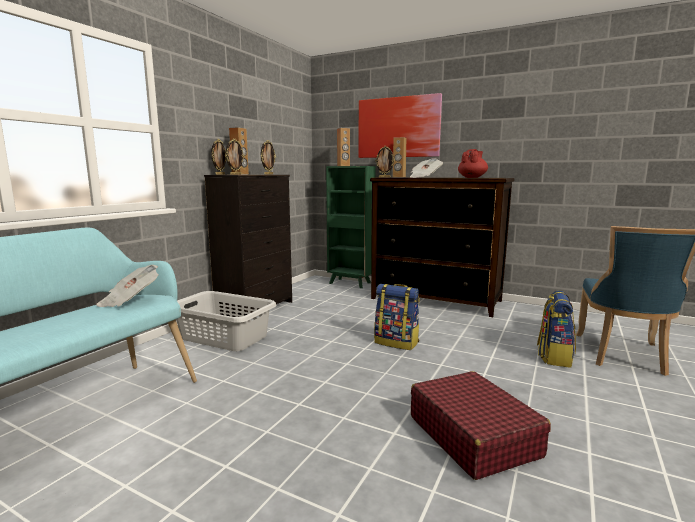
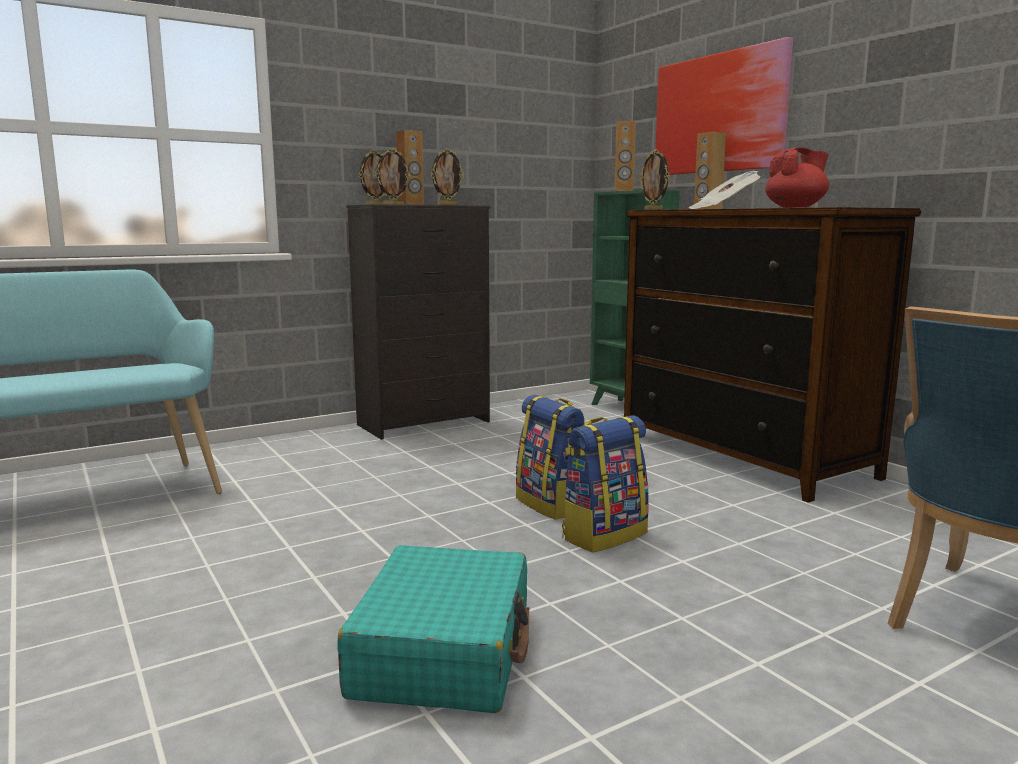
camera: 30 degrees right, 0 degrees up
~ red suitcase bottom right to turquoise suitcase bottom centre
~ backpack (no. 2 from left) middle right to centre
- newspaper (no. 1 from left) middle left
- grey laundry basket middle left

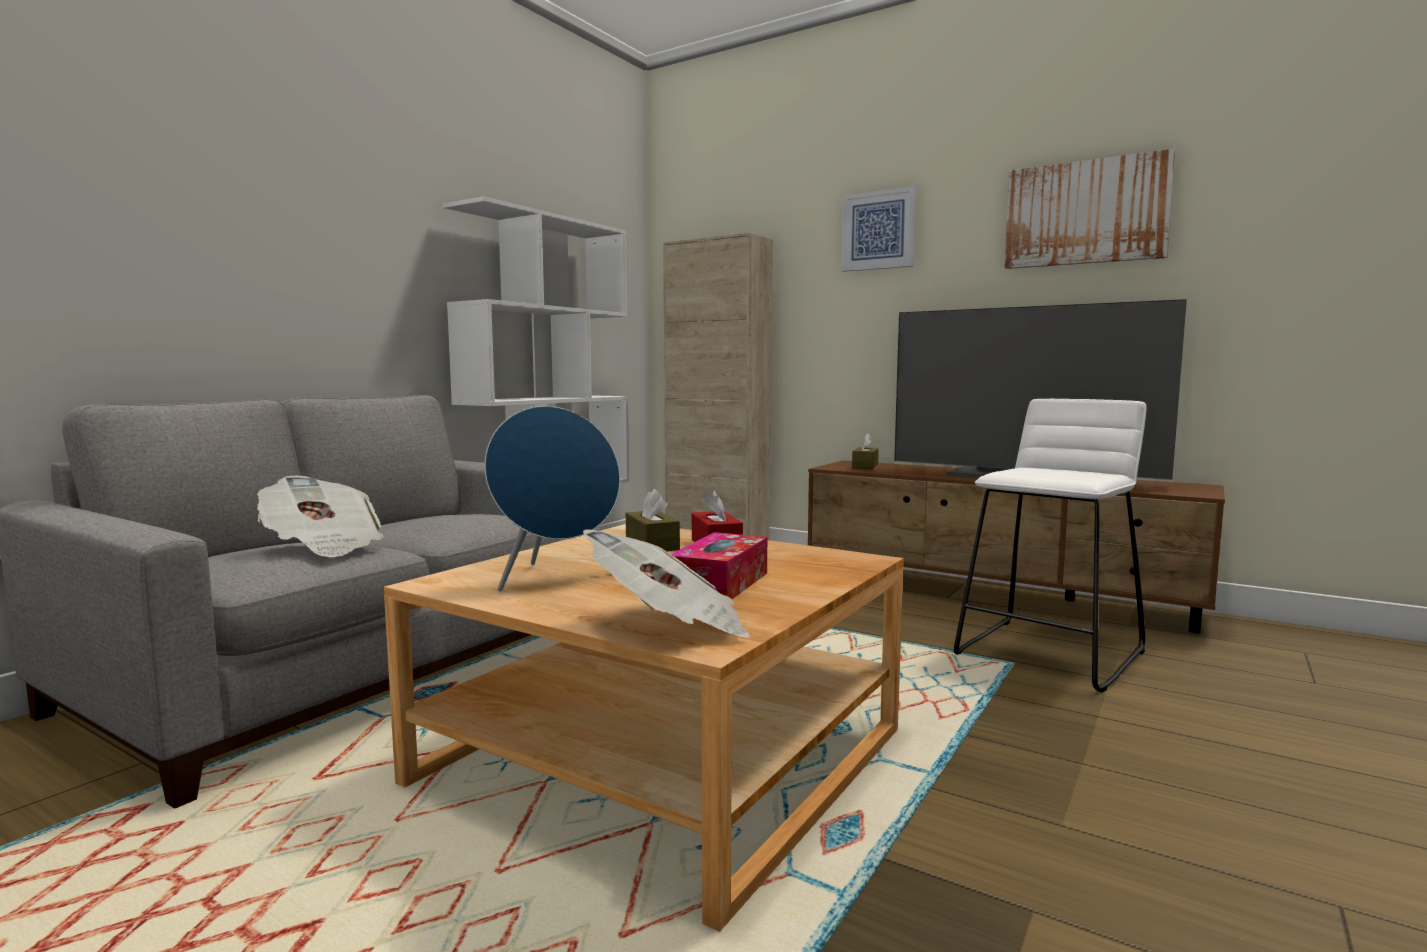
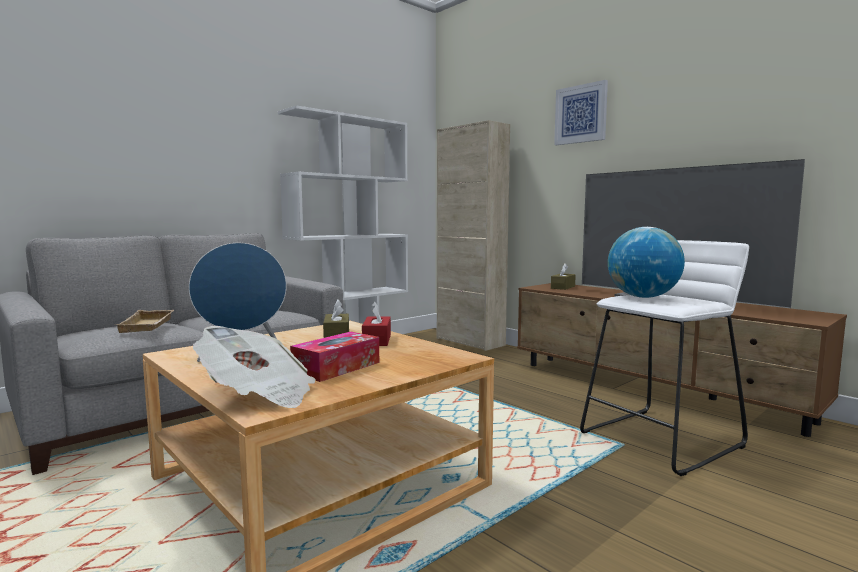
camera: 15 degrees right, 0 degrees up
~ newspaper (no. 1 from left) middle left to beige tray middle left
+ globe middle right
- picture (no. 2 from left) top right

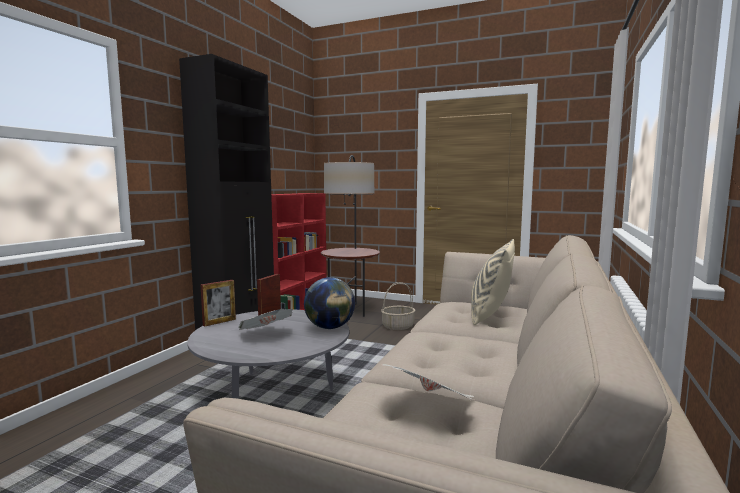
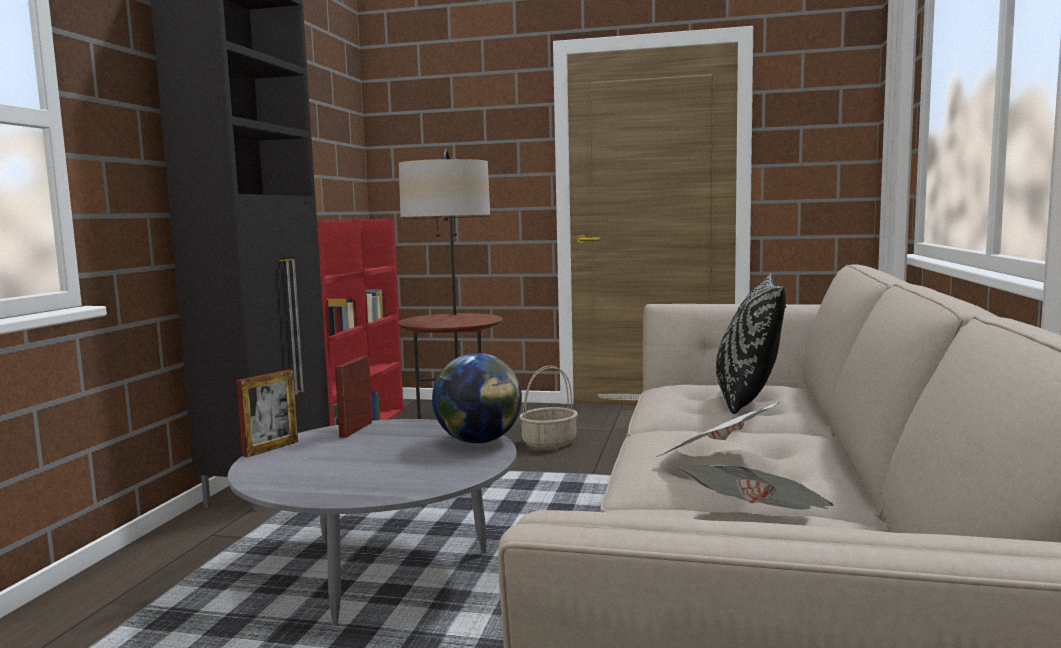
camera: 10 degrees left, 0 degrees up
~ newspaper (no. 1 from left) centre to middle right
~ beige pillow centre to black pillow middle right

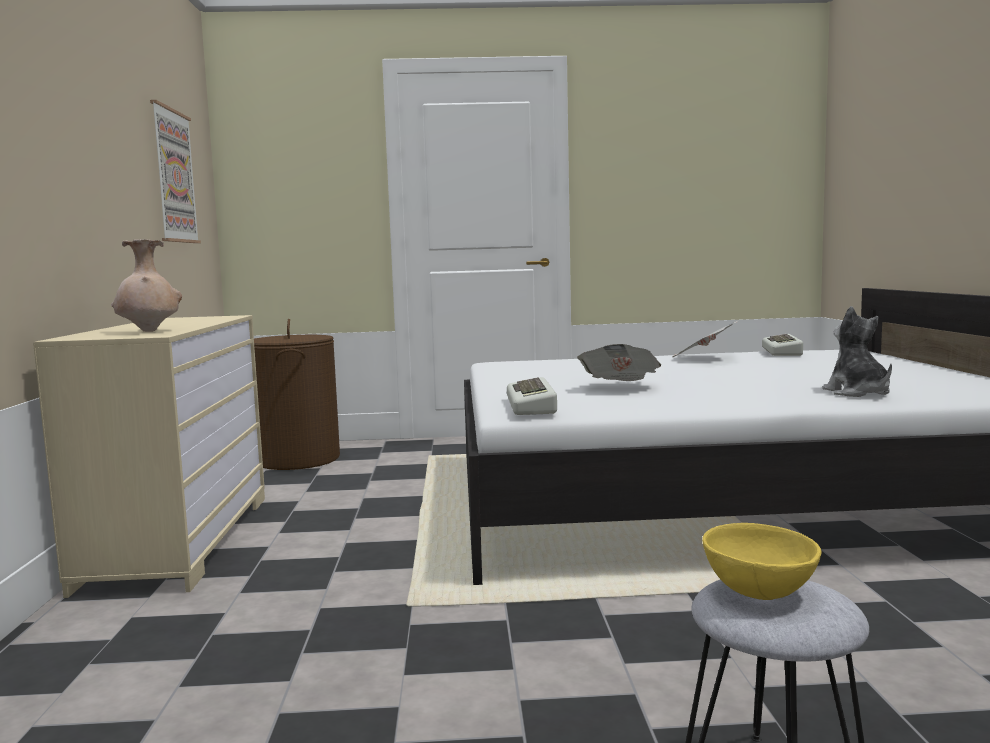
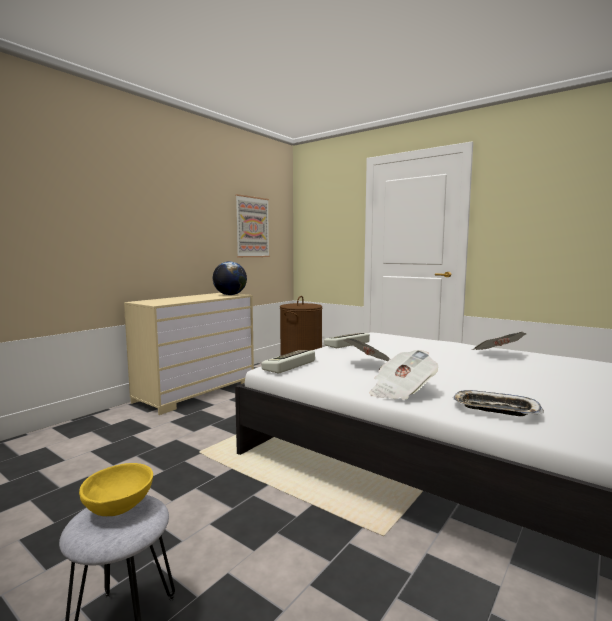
camera: 40 degrees right, 0 degrees up
+ globe centre
~ keyboard (no. 2 from left) middle right to centre
+ newspaper (no. 2 from left) centre
~ plush toy middle right to tray middle right
- beige vase middle left

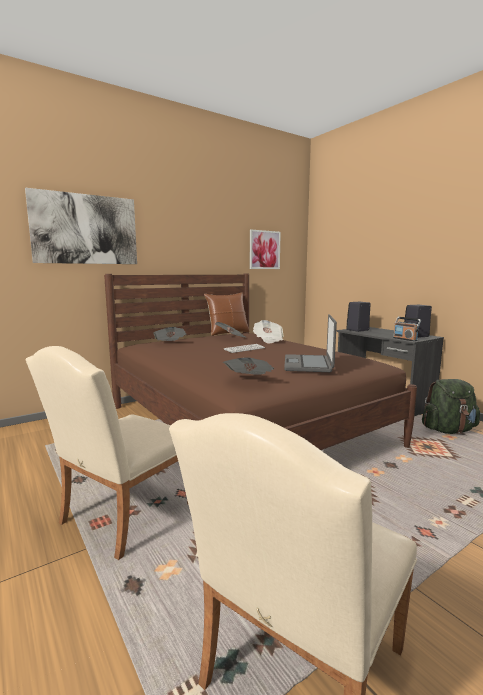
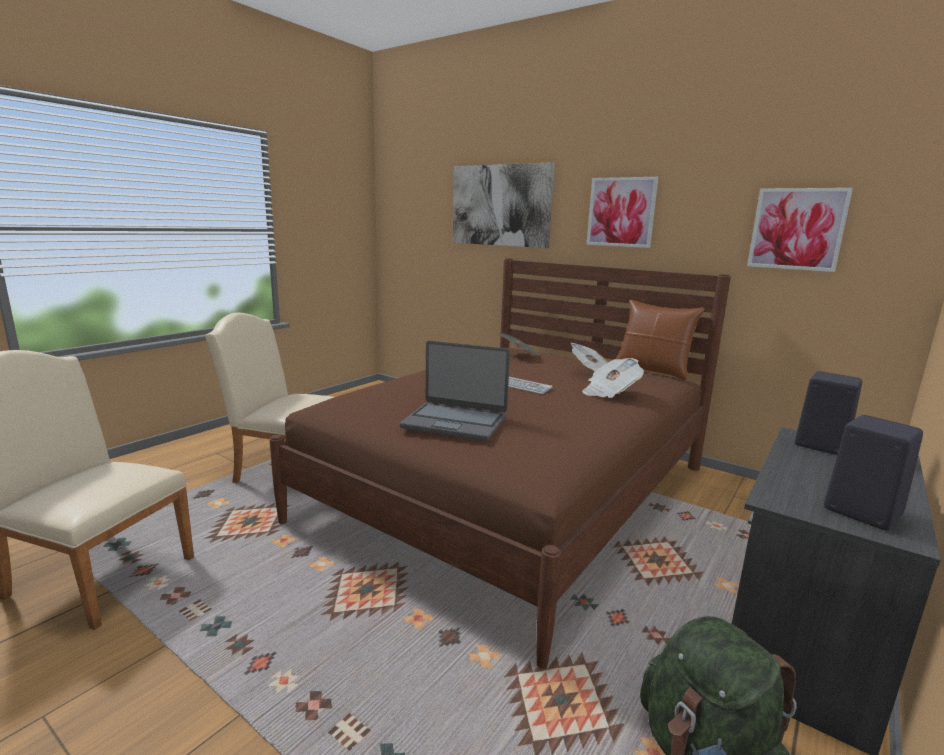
camera: 70 degrees right, 5 degrees up
~ laptop centre = centre 150 degrees counterclockwise
+ picture (no. 2 from left) top centre
- newspaper (no. 3 from left) centre
- radio middle right

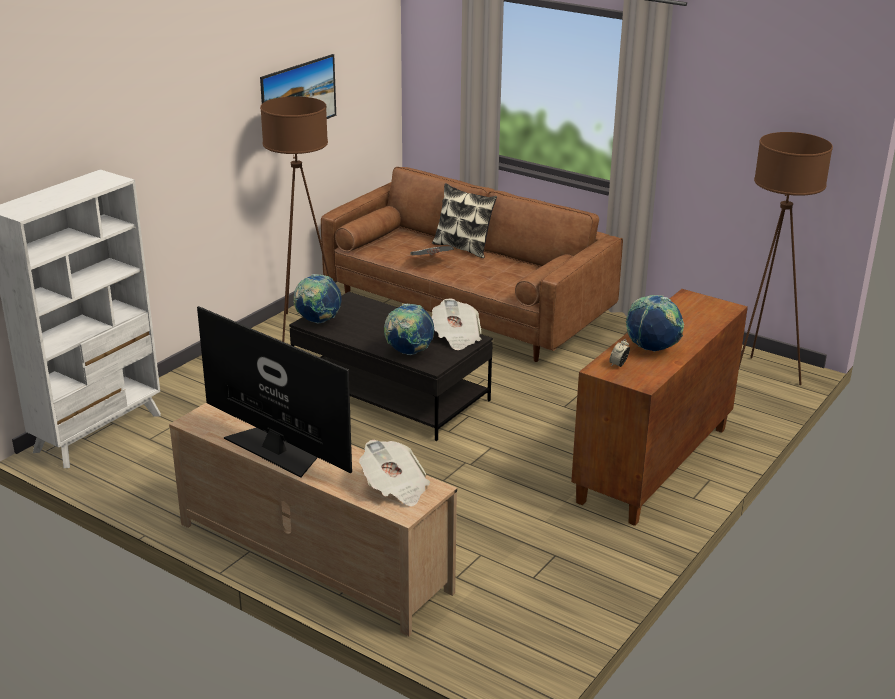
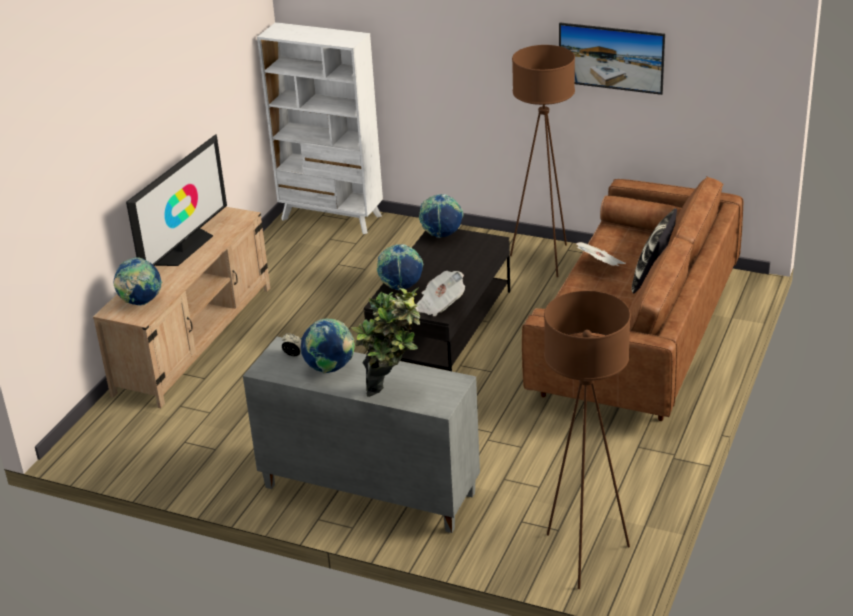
camera: 80 degrees right, 5 degrees up
~ newspaper (no. 1 from left) bottom centre to globe (no. 1 from left) middle left
~ brown cabinet middle right to grey cabinet bottom centre
+ potted plant centre

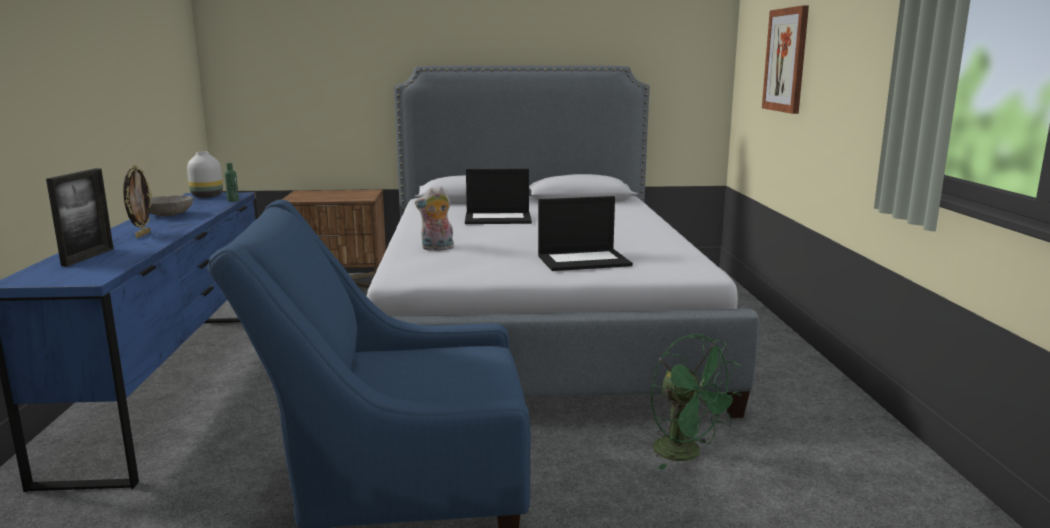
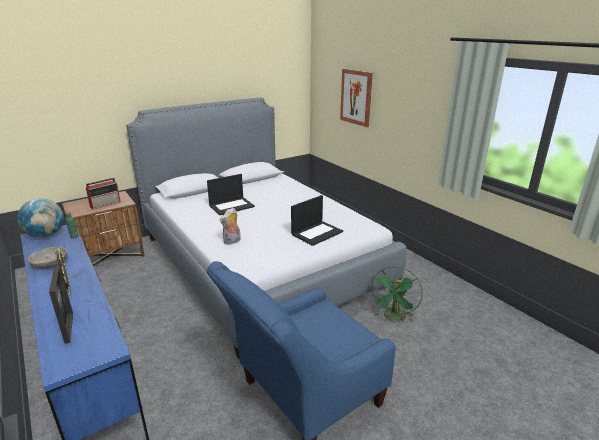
camera: 30 degrees left, 10 degrees up
~ white vase top left to globe middle left
+ radio middle left
~ green fan bottom centre = bottom centre 90 degrees clockwise

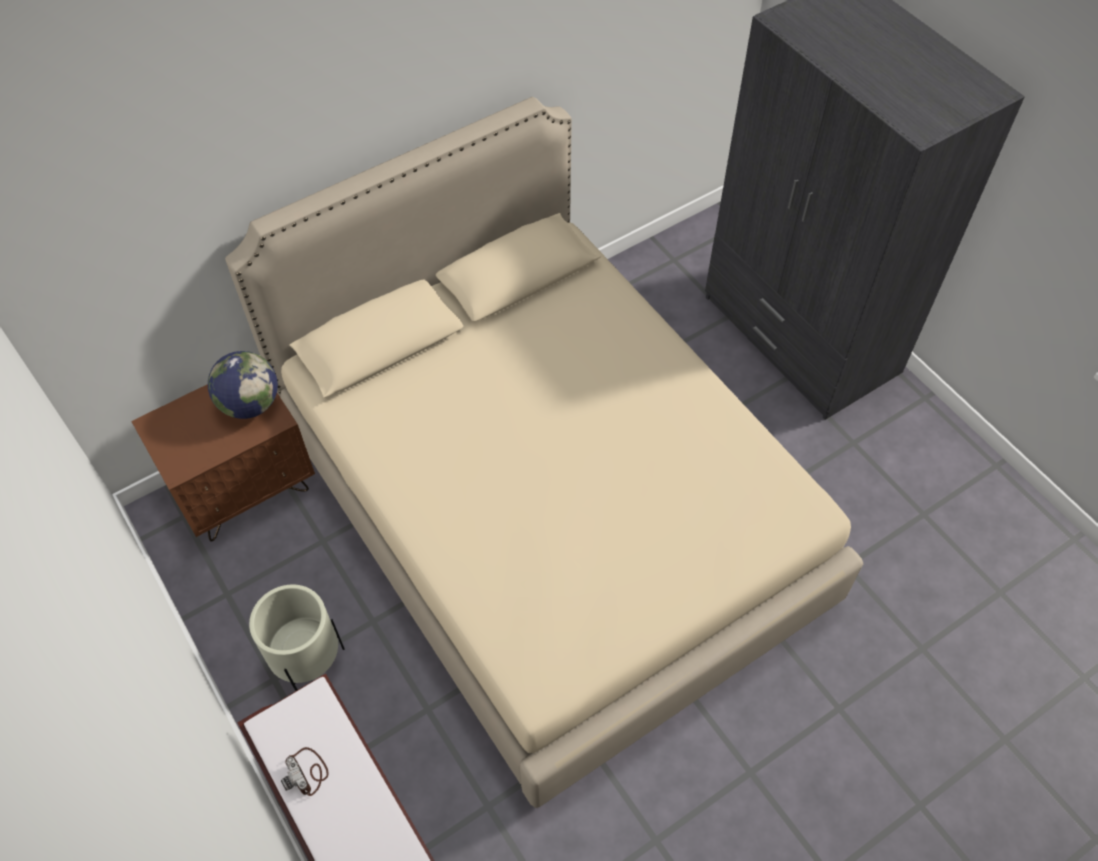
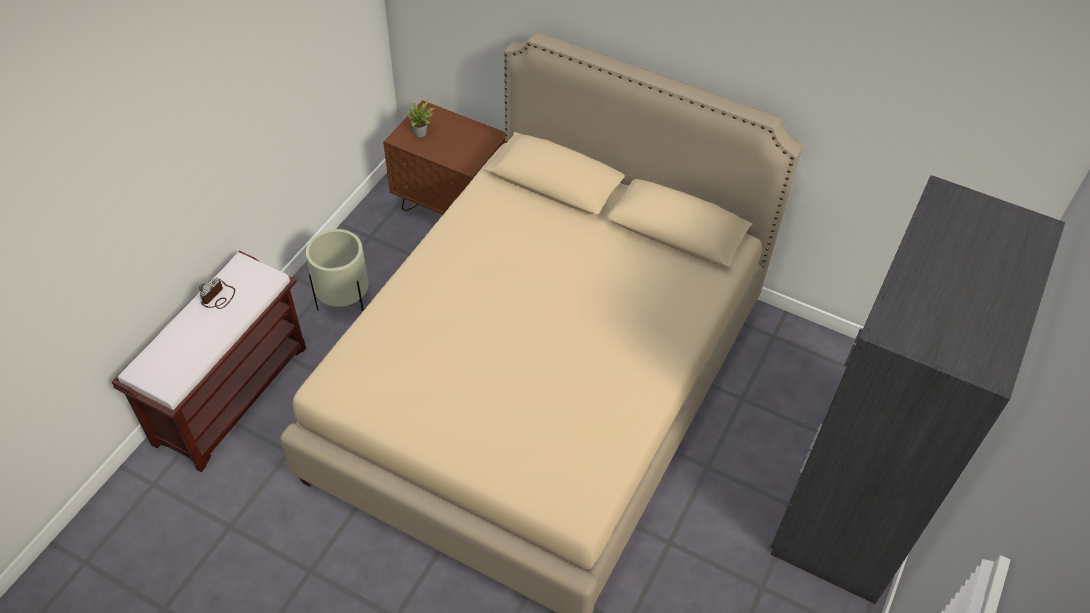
camera: 60 degrees right, 5 degrees down
+ potted plant top centre
- globe middle left

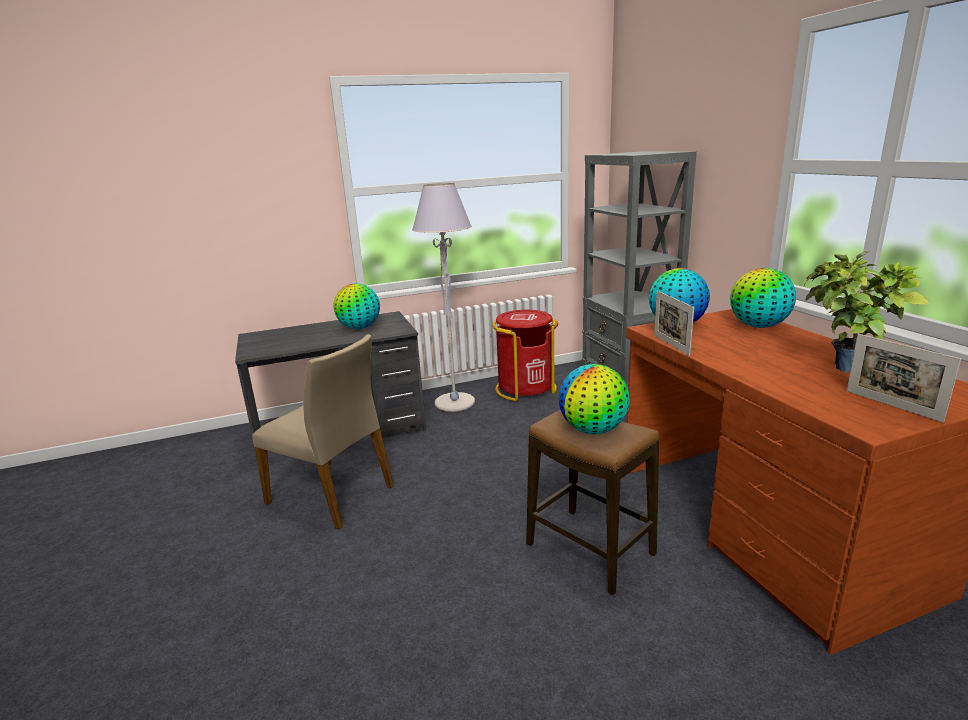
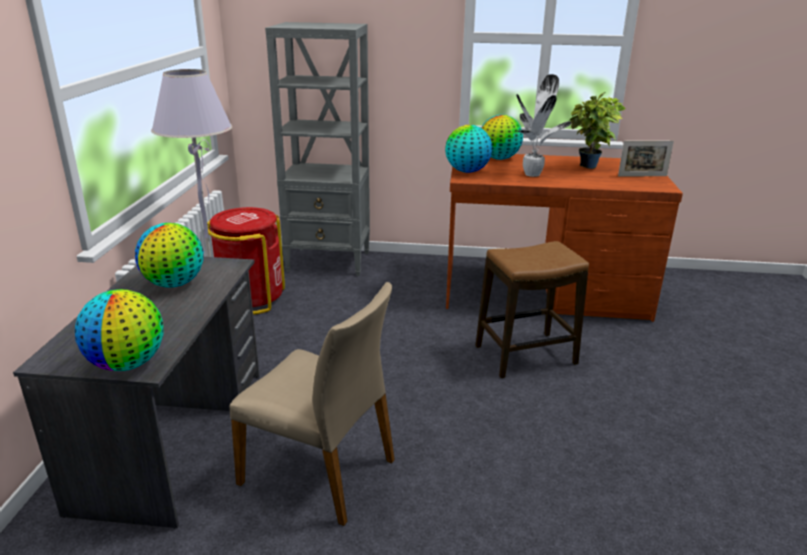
camera: 65 degrees left, 5 degrees up
~ globe (no. 2 from left in the first image) centre to globe (no. 1 from left) middle left
~ beige chair centre = bottom centre 60 degrees clockwise
+ potted plant (no. 1 from left) top right
- picture frame (no. 1 from left) middle right

